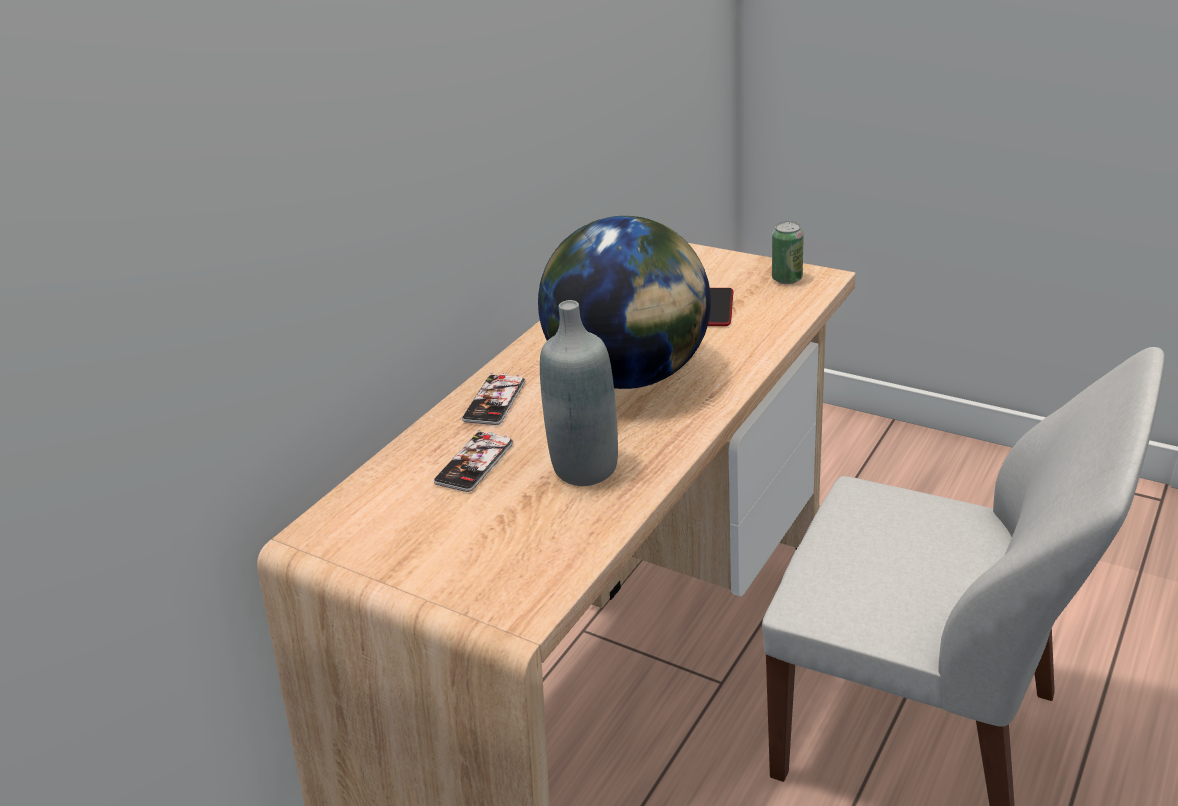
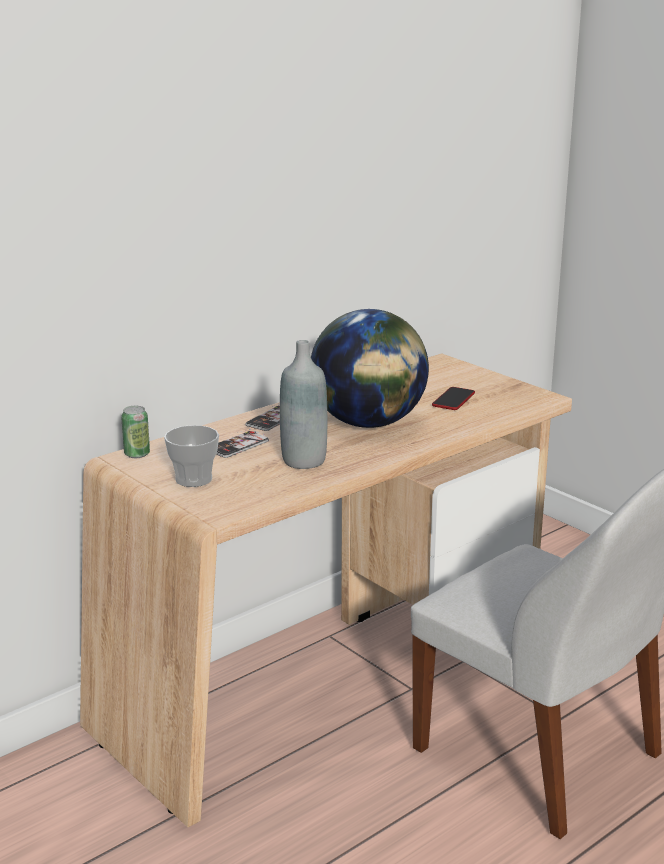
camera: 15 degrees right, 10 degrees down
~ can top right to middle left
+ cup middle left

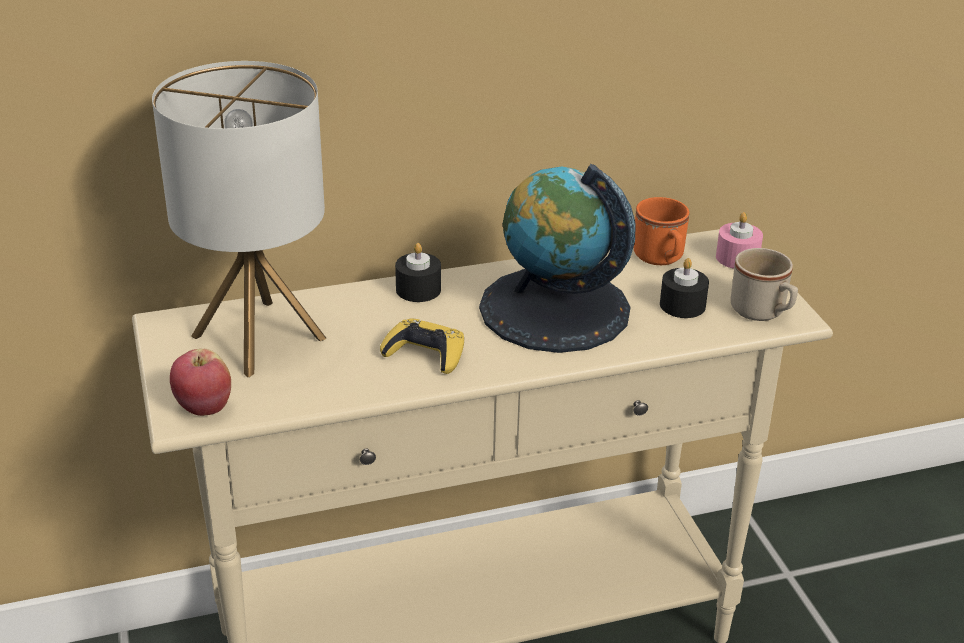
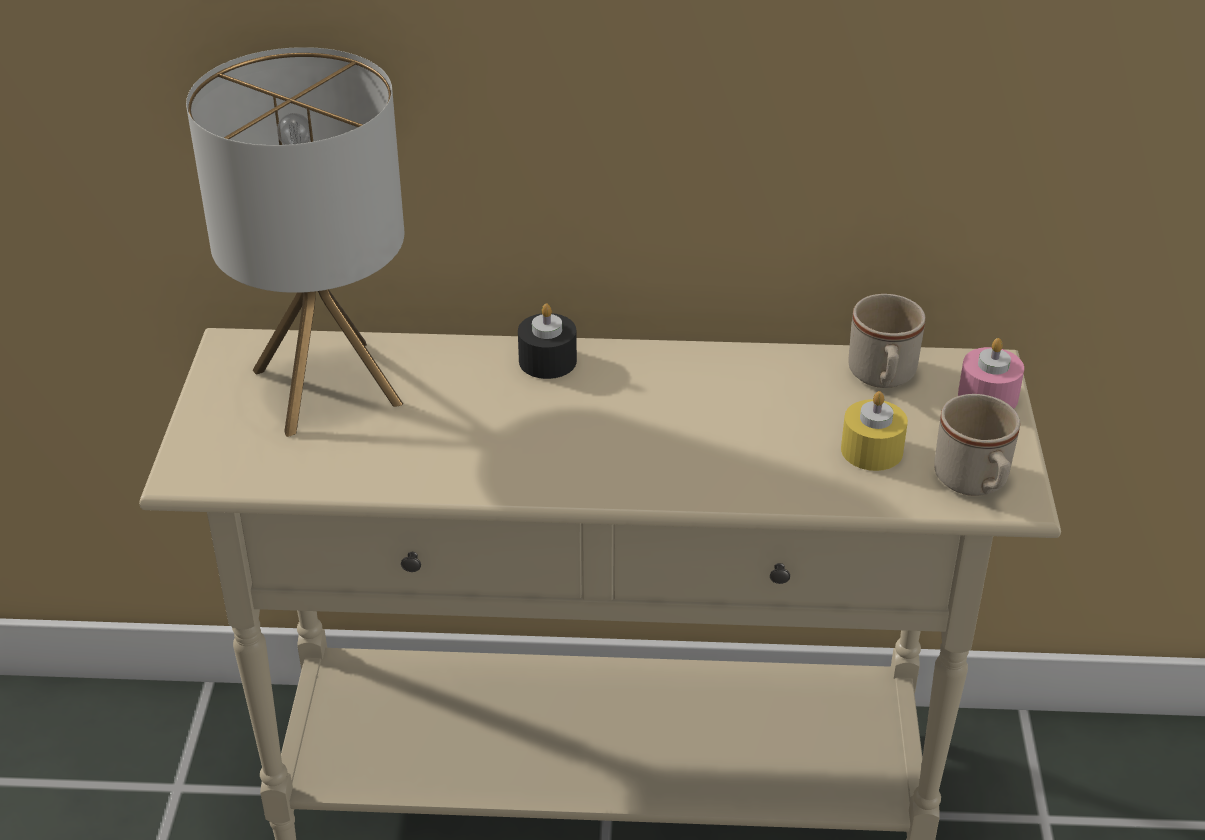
camera: 20 degrees right, 5 degrees up
~ black candle (no. 2 from left) middle right to yellow candle middle right
~ orange mug middle right to beige mug (no. 1 from left) middle right
- apple middle left
- yellow game controller centre
- globe centre

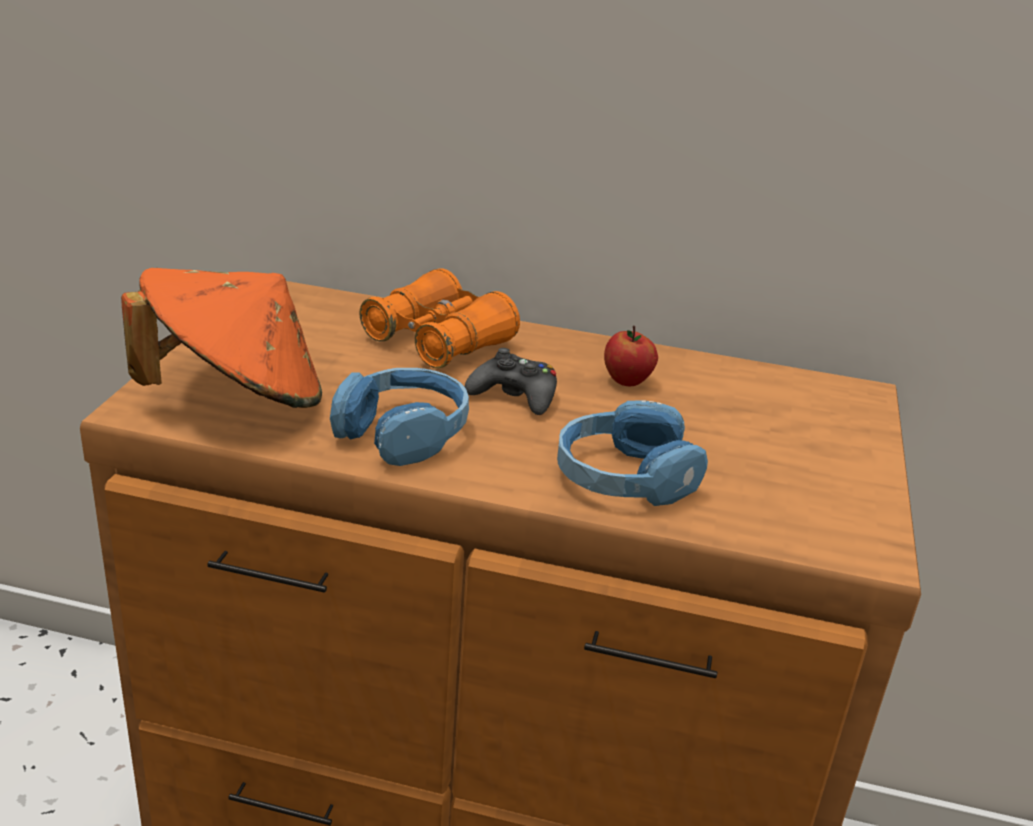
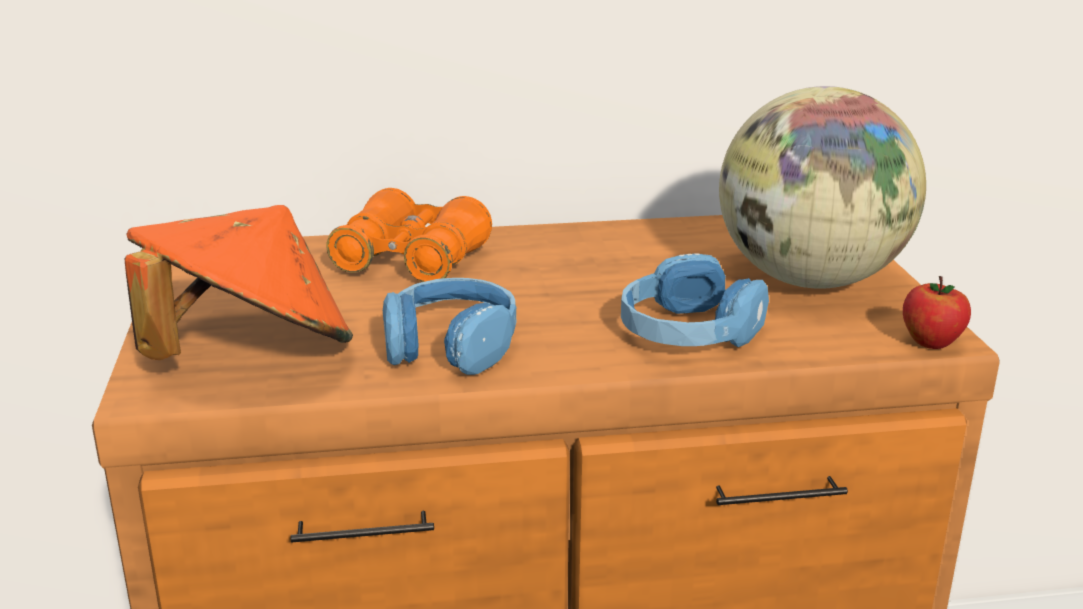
camera: 20 degrees left, 5 degrees down
+ globe top right
~ apple centre to middle right
- black game controller centre

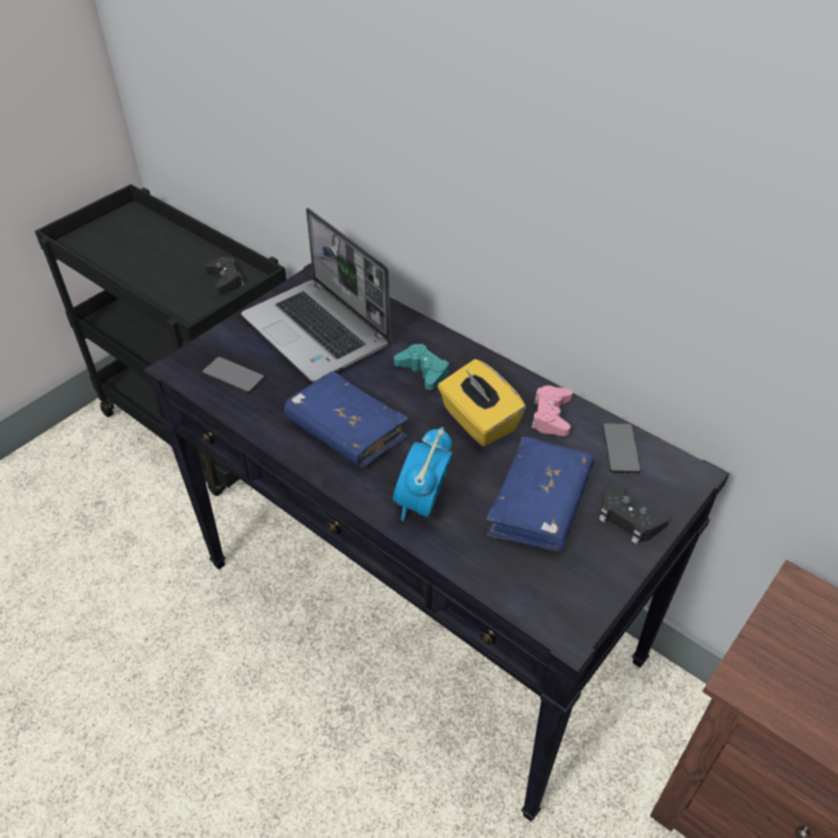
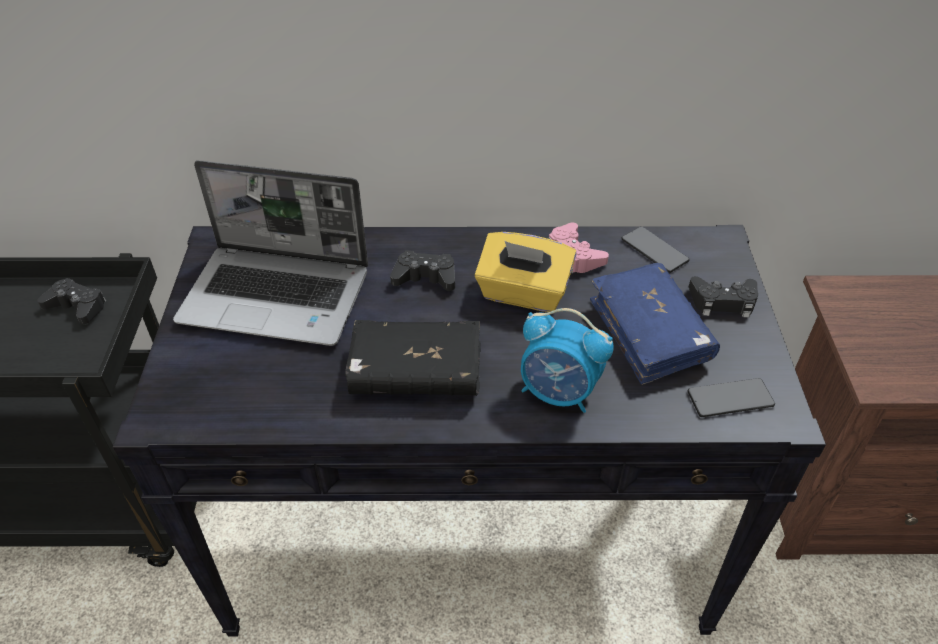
camera: 40 degrees left, 0 degrees up
~ blue book (no. 1 from left) centre to black book centre
~ turquoise game controller centre to black game controller (no. 2 from left) centre
~ alarm clock centre = centre 45 degrees counterclockwise
~ phone (no. 1 from left in the first image) middle left to phone (no. 2 from left) middle right

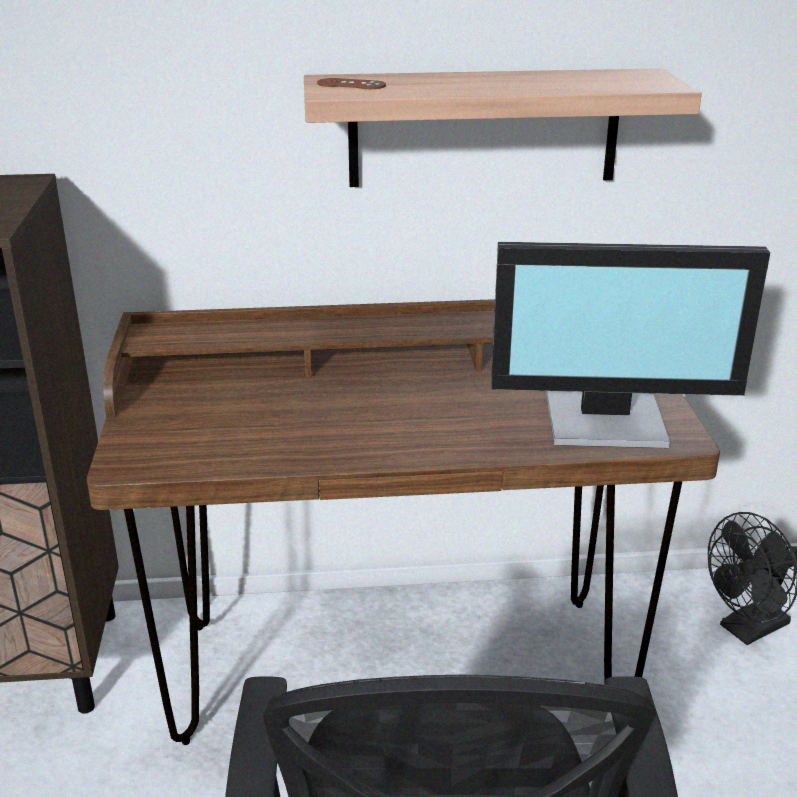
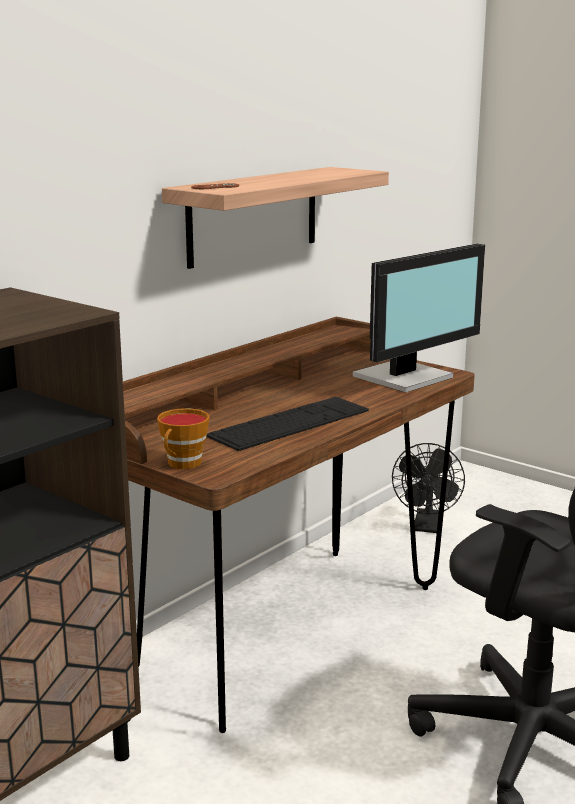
camera: 45 degrees left, 10 degrees down
+ cup middle left
+ keyboard centre

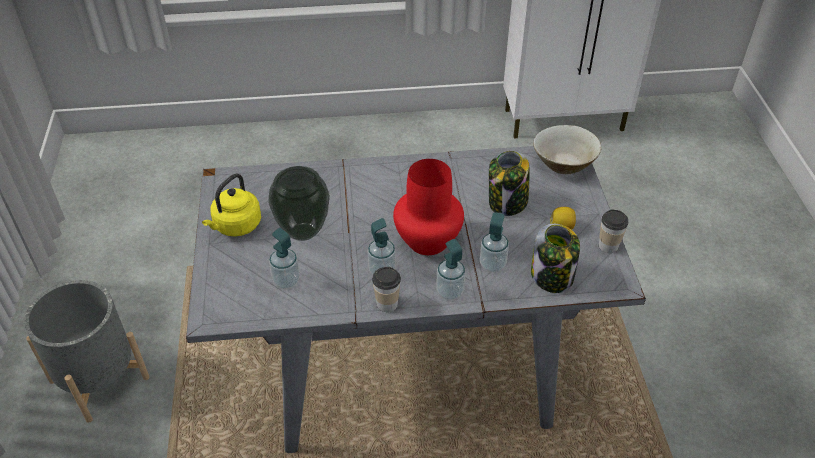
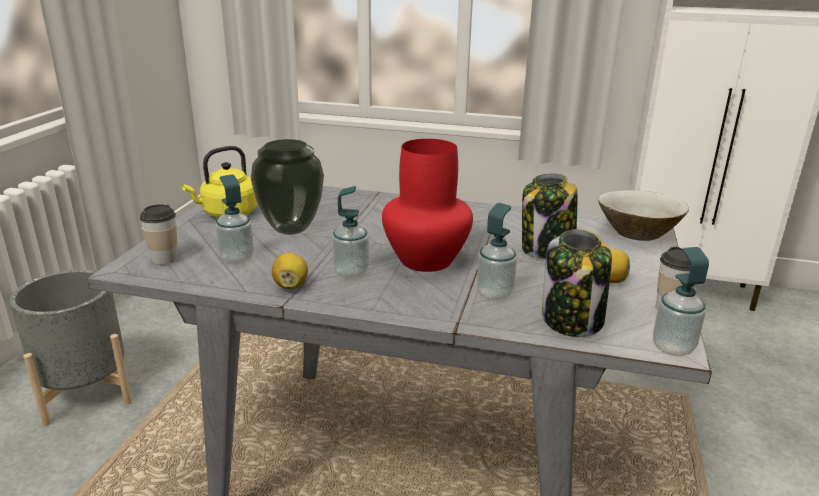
camera: 20 degrees right, 20 degrees down
~ cup (no. 1 from left) centre to middle left
+ lemon (no. 1 from left) centre
~ soap dispenser (no. 3 from left in the first image) centre to soap dispenser (no. 4 from left) middle right

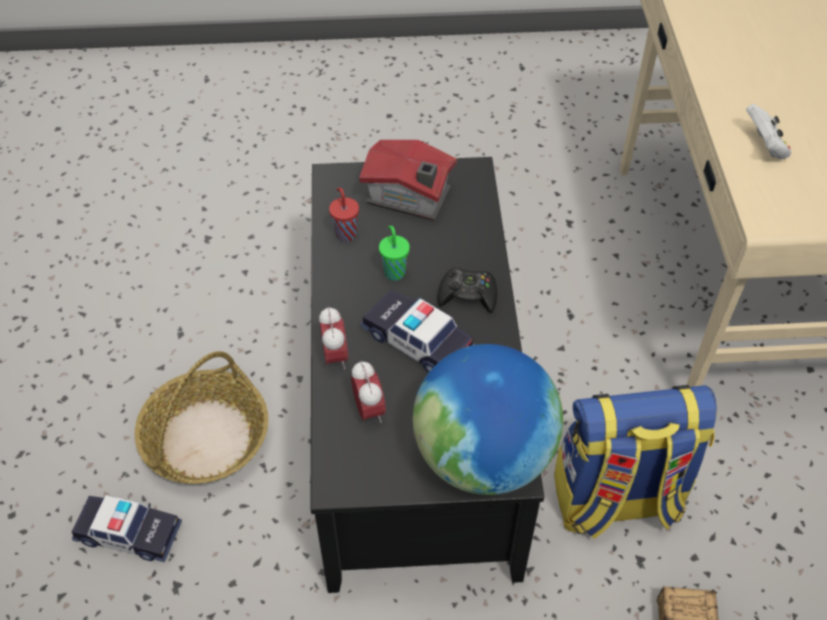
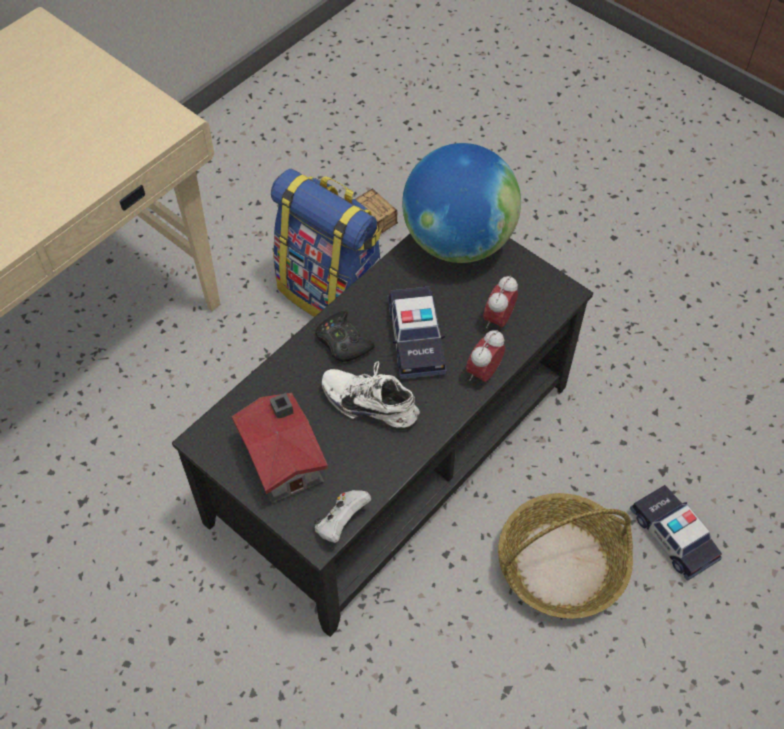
camera: 135 degrees left, 5 degrees up
~ white game controller top right to bottom centre
~ green cup centre to white shoe centre
- red cup centre

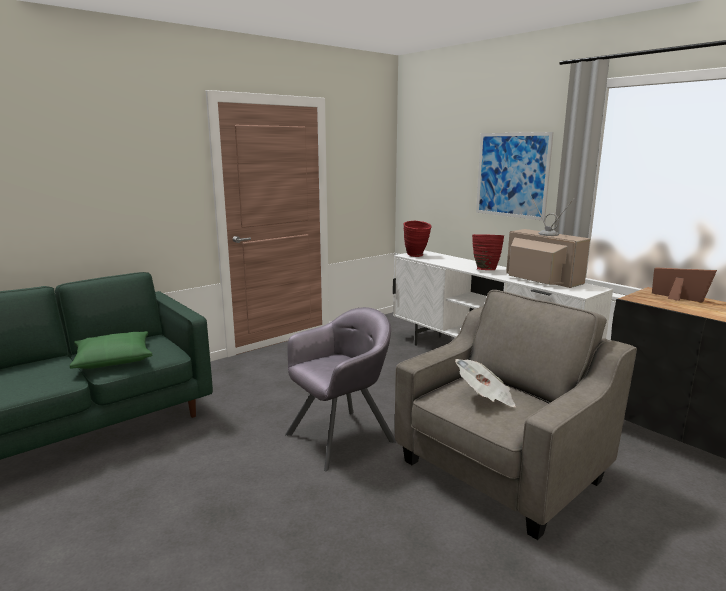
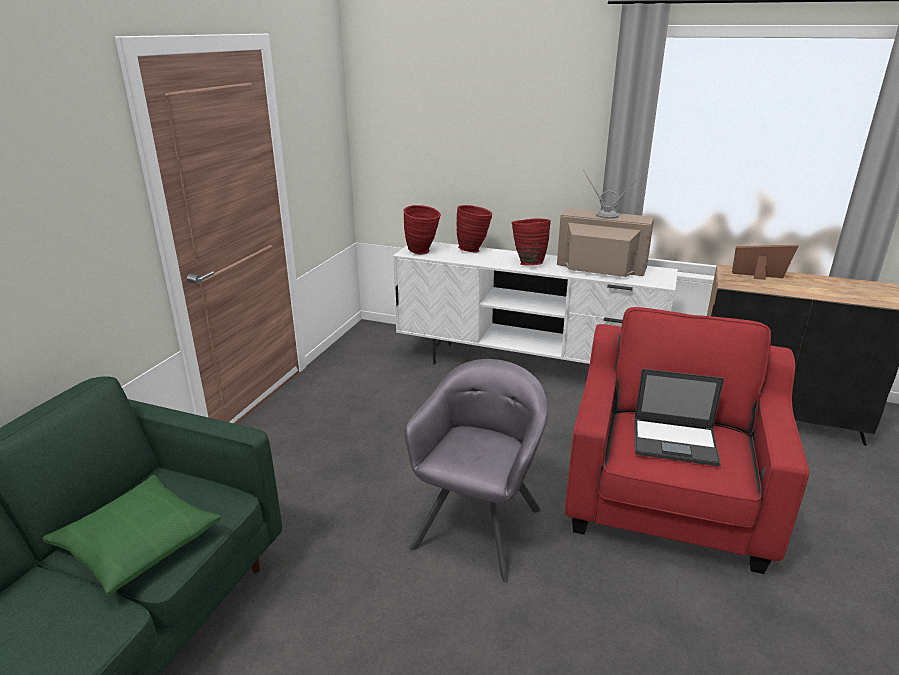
camera: 30 degrees left, 10 degrees up
+ red vase (no. 2 from left) centre
~ grey armchair (no. 2 from left) bottom right to red armchair middle right
~ newspaper middle right to laptop middle right
- picture top right

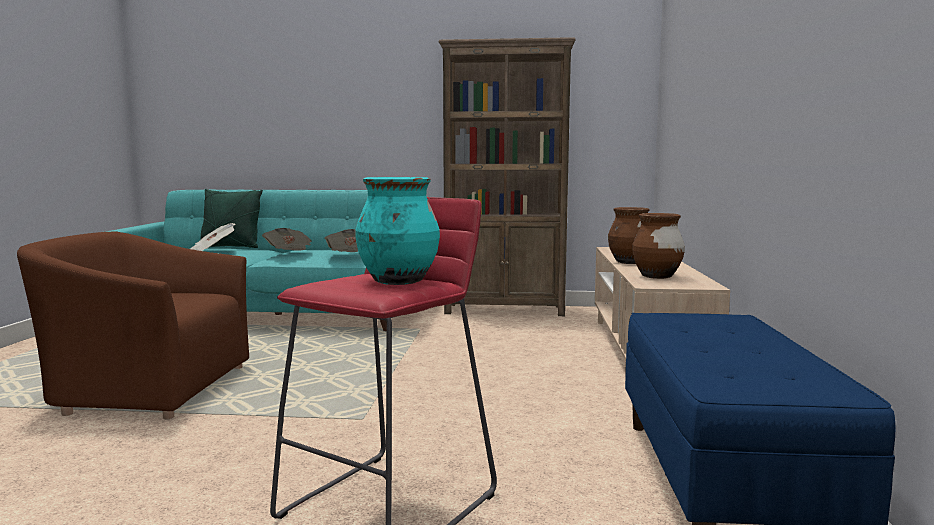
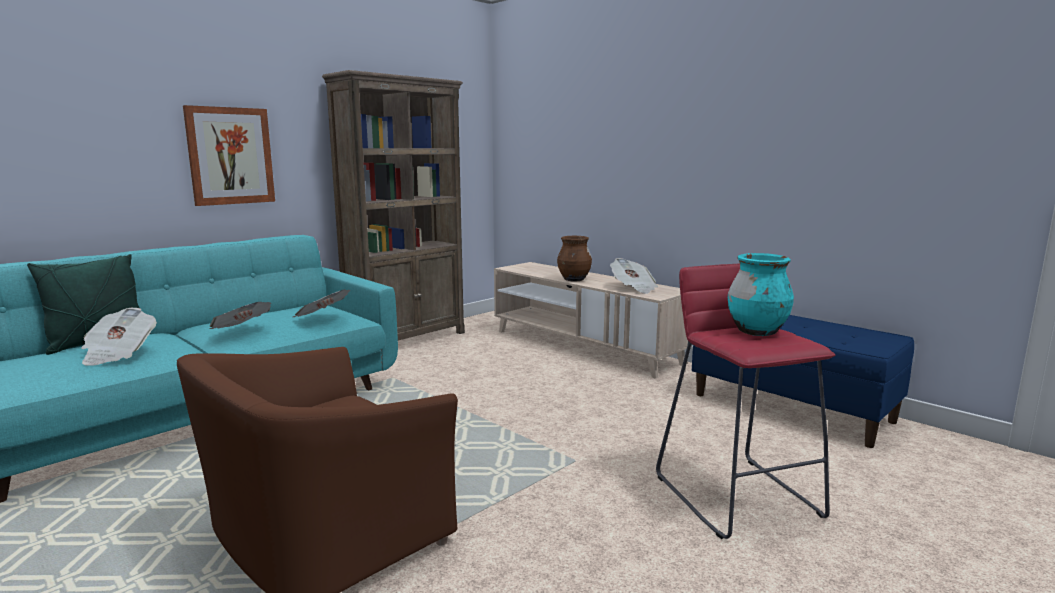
camera: 50 degrees left, 5 degrees up
+ picture top left
~ brown vase (no. 2 from left) middle right to newspaper (no. 4 from left) centre

